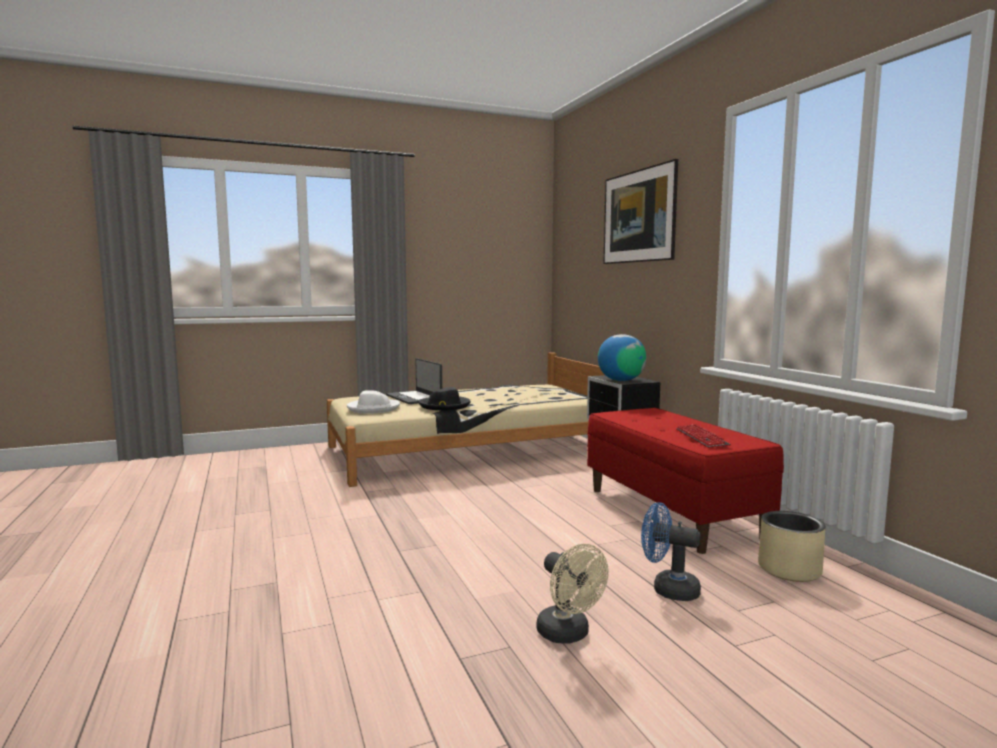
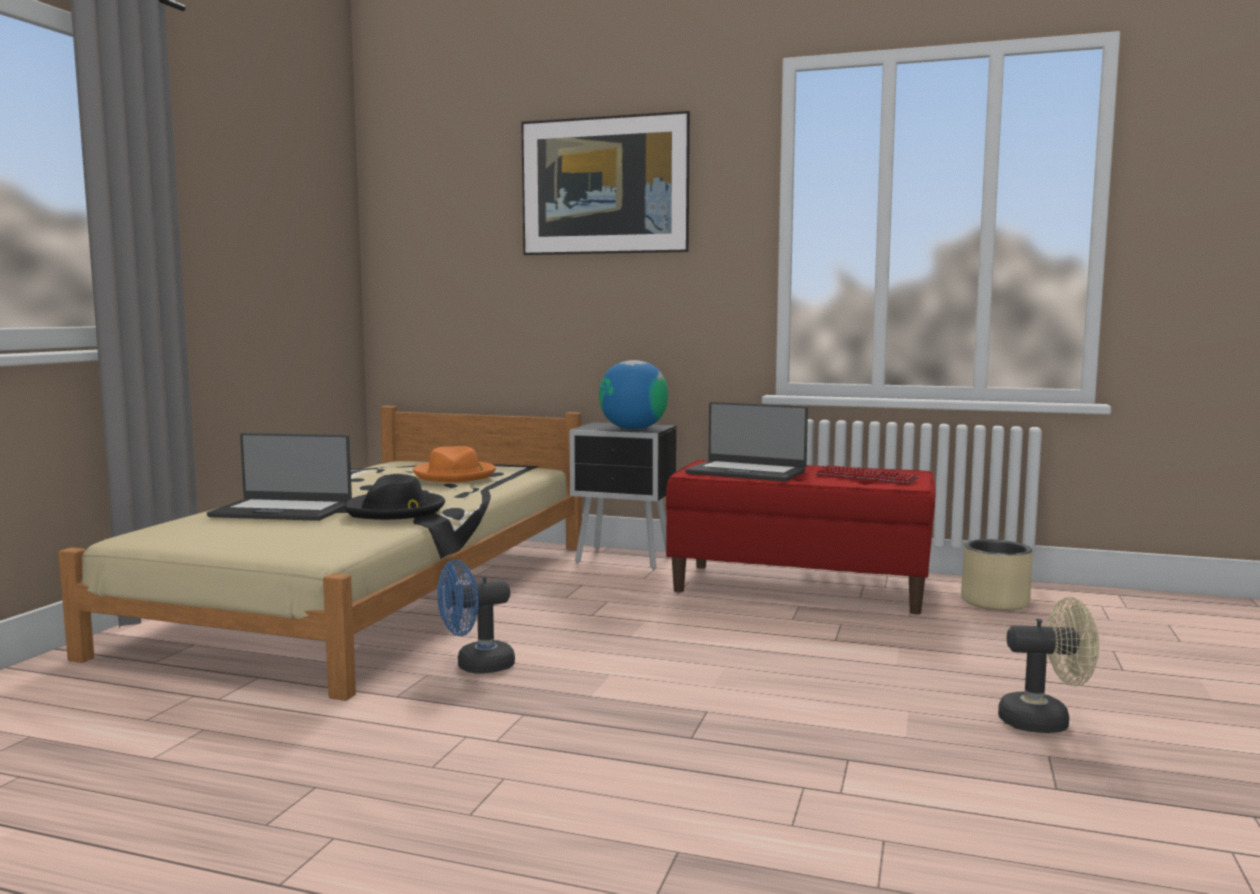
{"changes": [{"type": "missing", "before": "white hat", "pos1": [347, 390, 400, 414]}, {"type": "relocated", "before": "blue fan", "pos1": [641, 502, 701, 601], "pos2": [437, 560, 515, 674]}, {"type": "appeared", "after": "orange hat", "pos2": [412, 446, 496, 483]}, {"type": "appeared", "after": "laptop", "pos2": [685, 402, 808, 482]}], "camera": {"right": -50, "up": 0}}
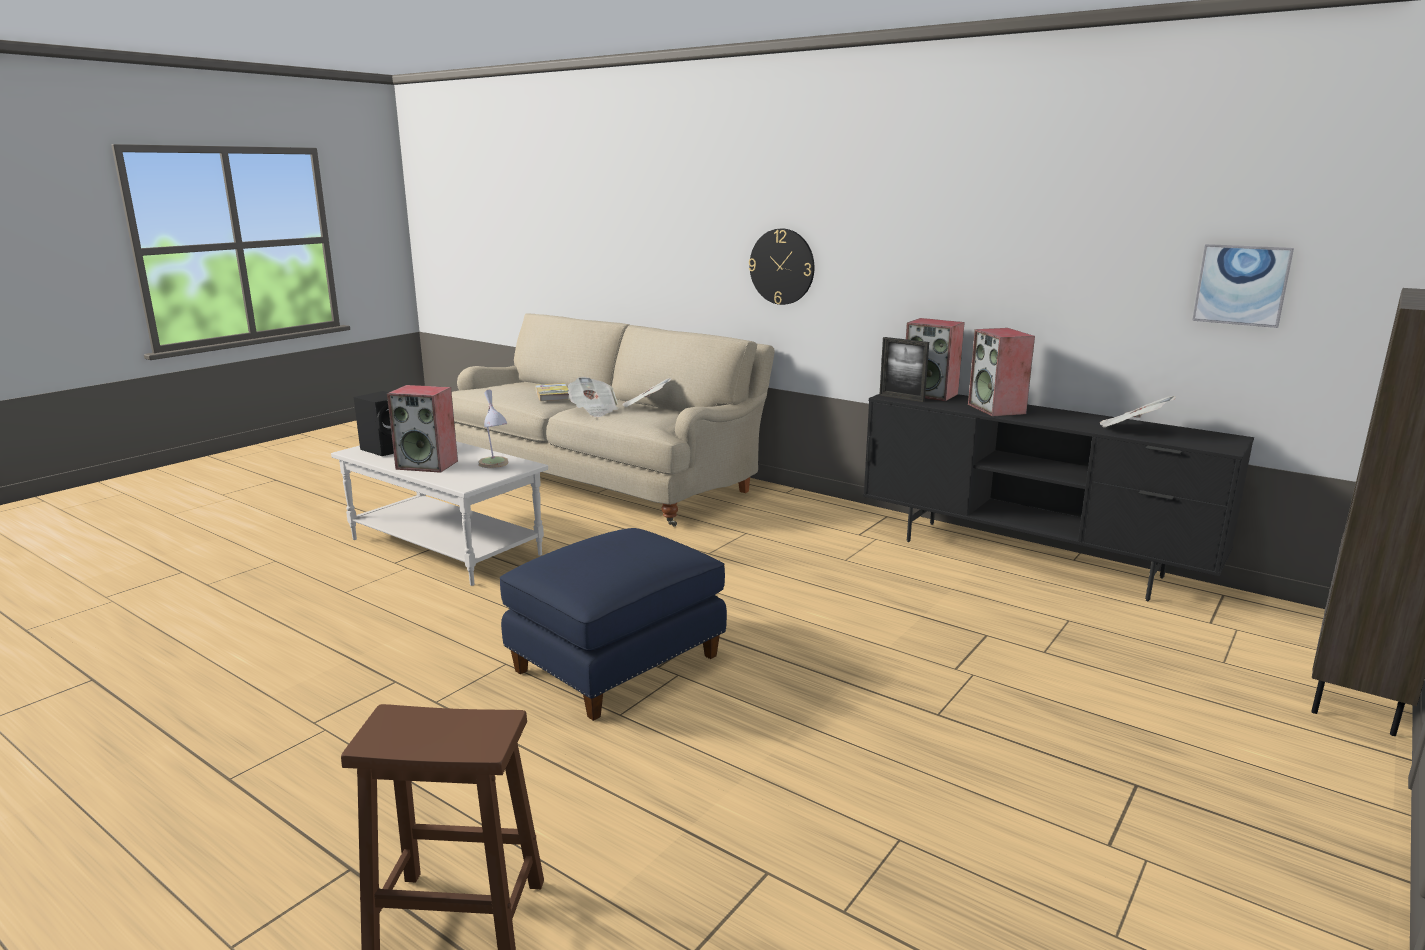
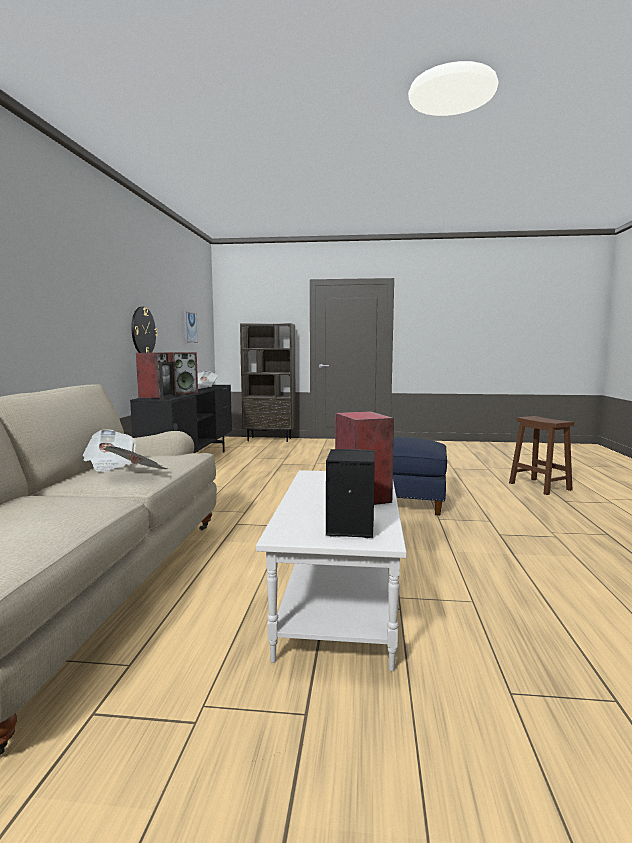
{"changes": [{"type": "missing", "before": "table lamp", "pos1": [479, 390, 508, 468]}, {"type": "missing", "before": "book", "pos1": [535, 383, 569, 401]}, {"type": "relocated", "before": "wall clock", "pos1": [749, 229, 814, 305], "pos2": [131, 307, 157, 353]}], "camera": {"right": -120, "up": -10}}
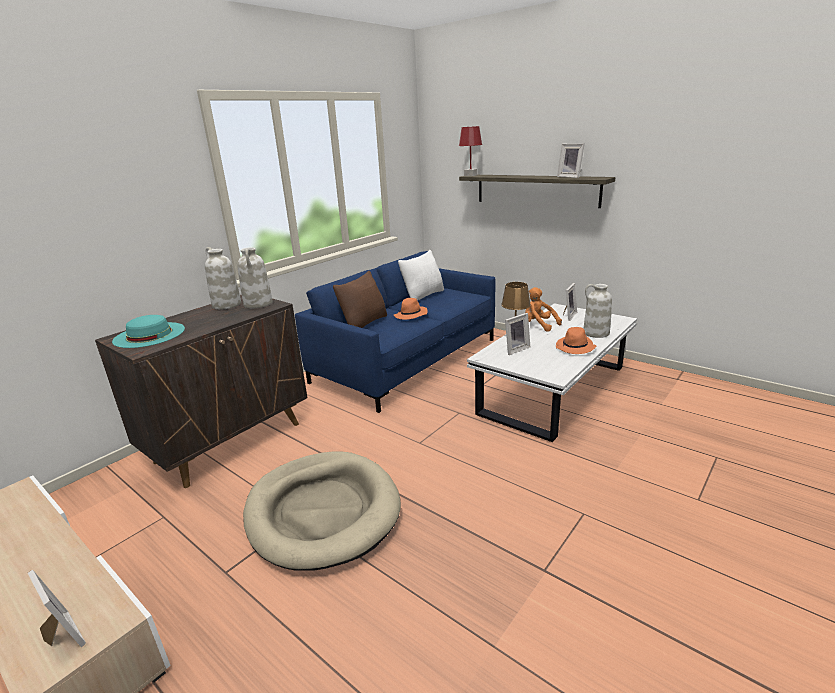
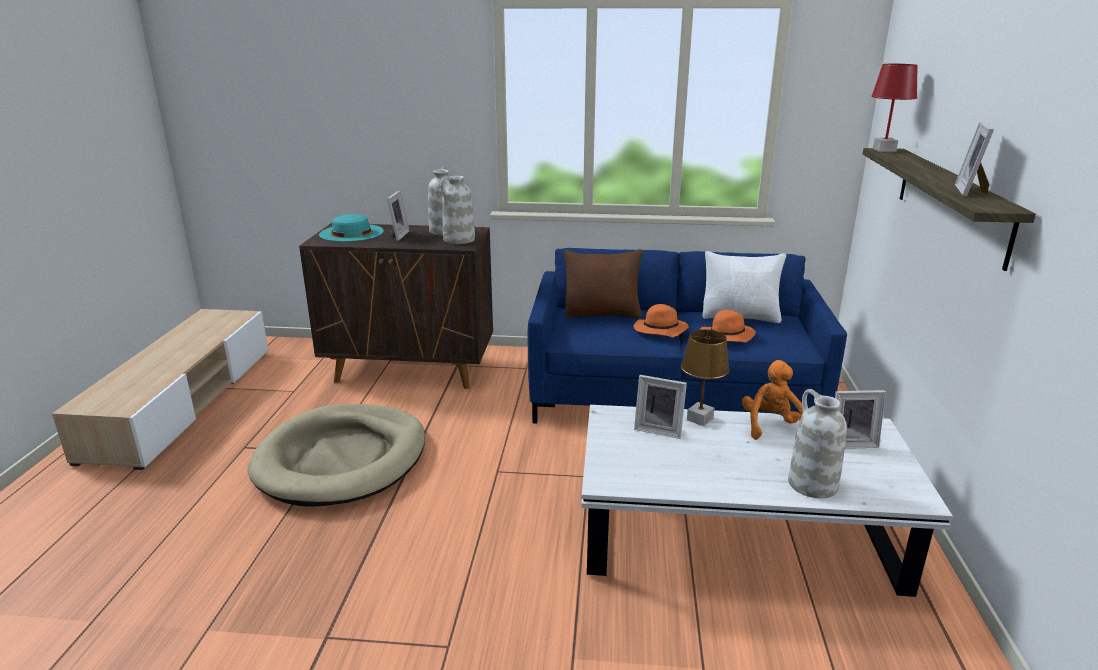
{"changes": [{"type": "relocated", "before": "picture frame", "pos1": [28, 570, 86, 647], "pos2": [387, 191, 410, 241]}, {"type": "relocated", "before": "orange hat", "pos1": [556, 327, 596, 354], "pos2": [700, 310, 756, 343]}], "camera": {"right": 55, "up": 0}}
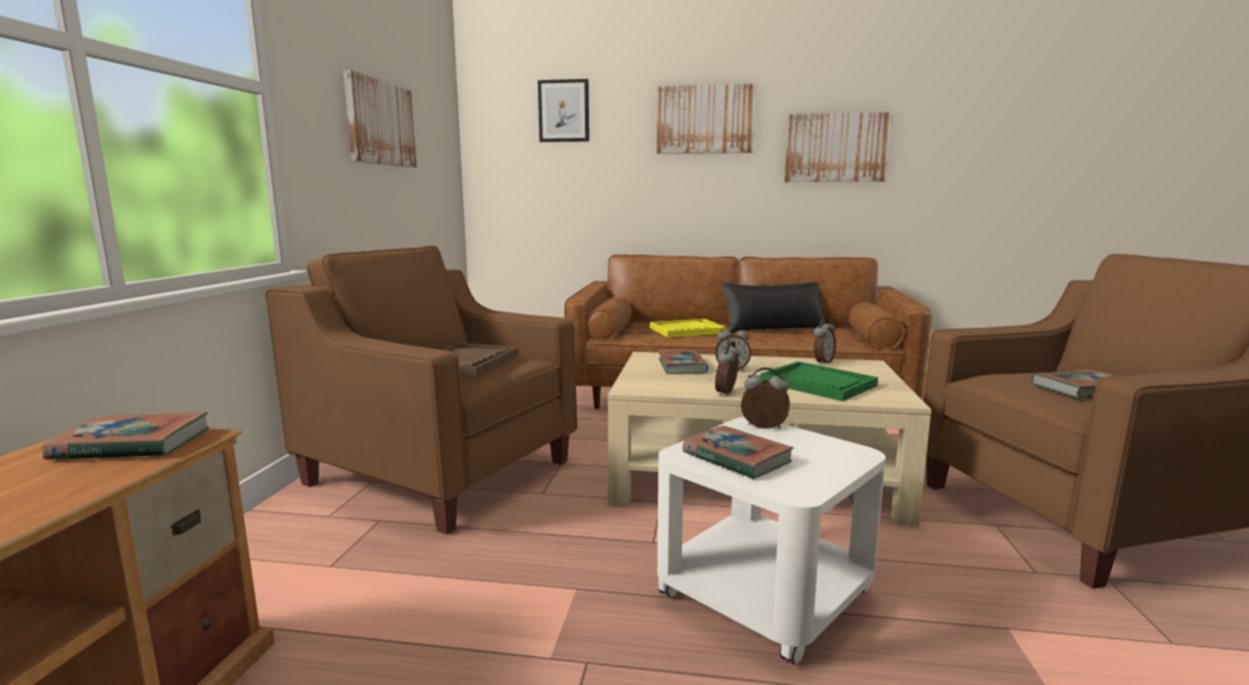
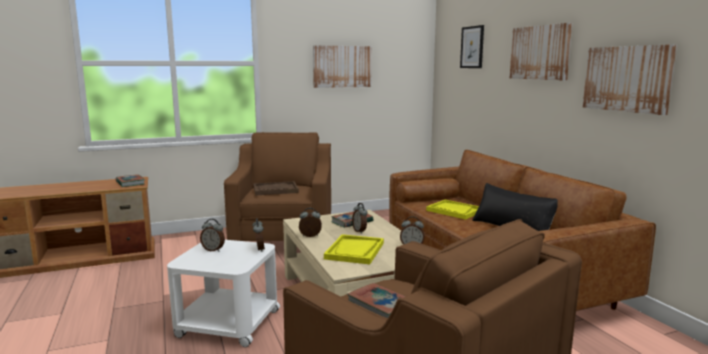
{"changes": [{"type": "exchanged", "before": "book", "after": "alarm clock", "pos1": [682, 426, 794, 479], "pos2": [200, 219, 225, 251]}, {"type": "colour", "before": "green tray", "after": "yellow tray", "pos1": [760, 361, 878, 401], "pos2": [324, 234, 384, 264]}], "camera": {"right": 60, "up": 0}}
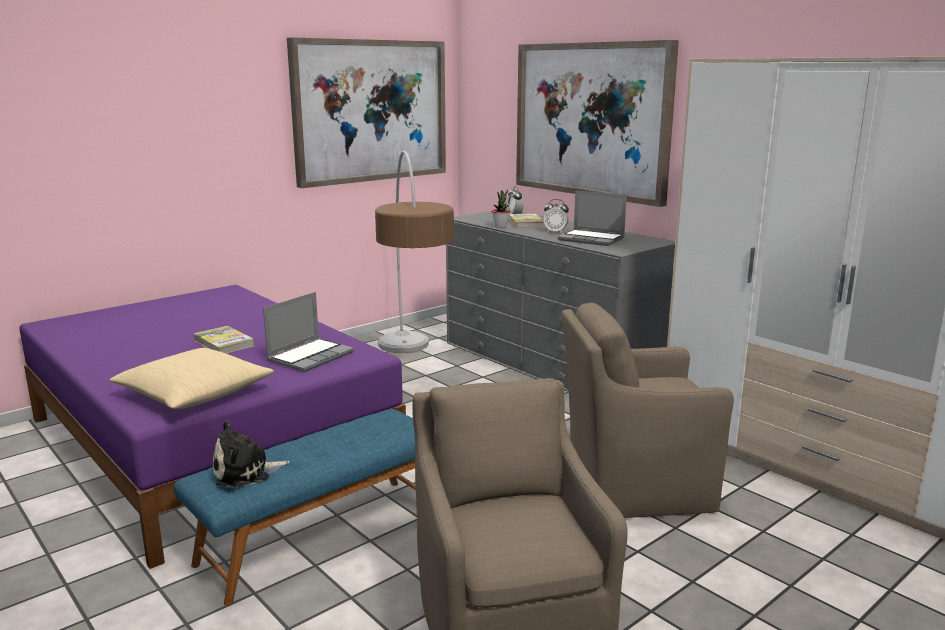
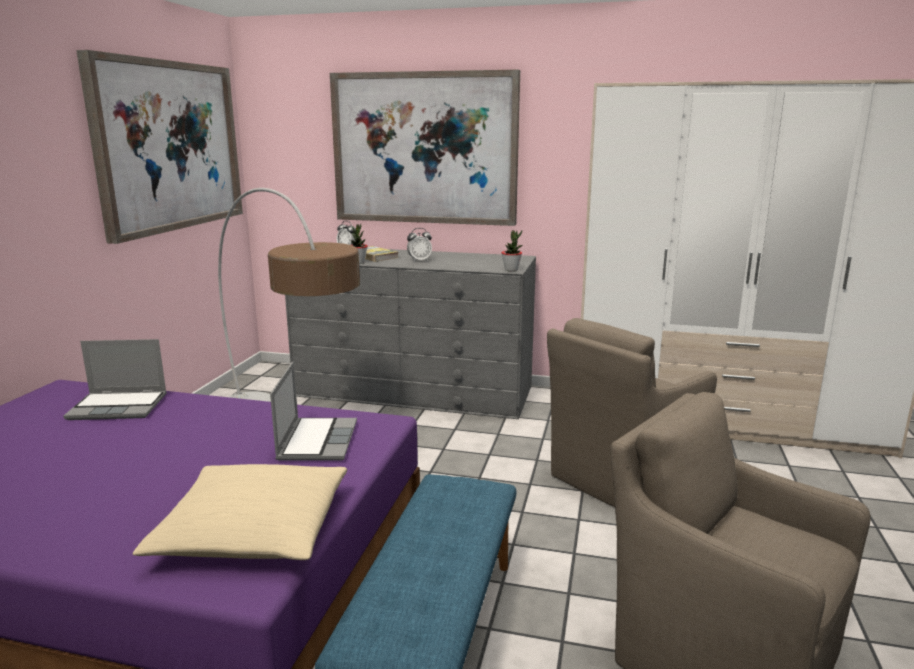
{"changes": [{"type": "missing", "before": "book", "pos1": [194, 326, 254, 353]}, {"type": "missing", "before": "plush toy", "pos1": [213, 420, 290, 488]}, {"type": "relocated", "before": "laptop", "pos1": [557, 190, 627, 246], "pos2": [64, 339, 167, 420]}, {"type": "appeared", "after": "potted plant", "pos2": [501, 231, 522, 271]}], "camera": {"right": -35, "up": 0}}
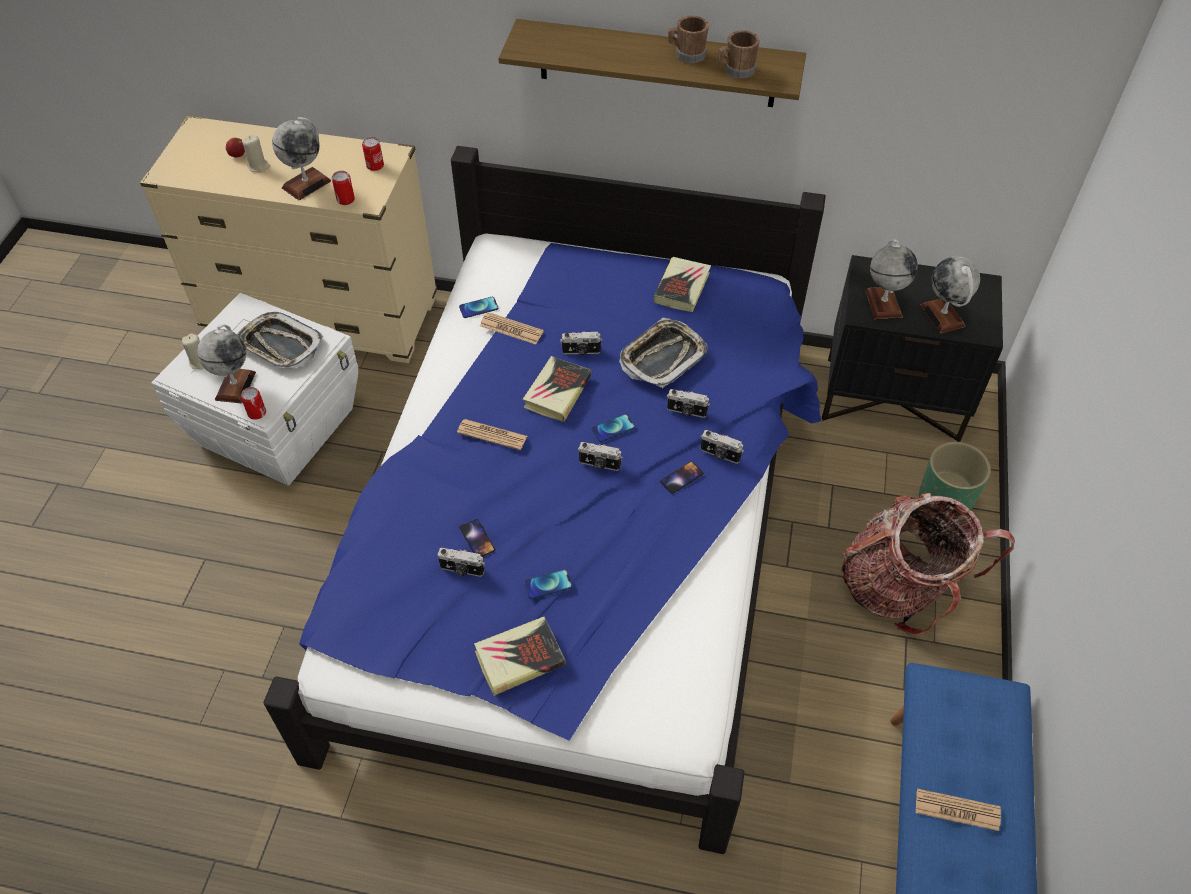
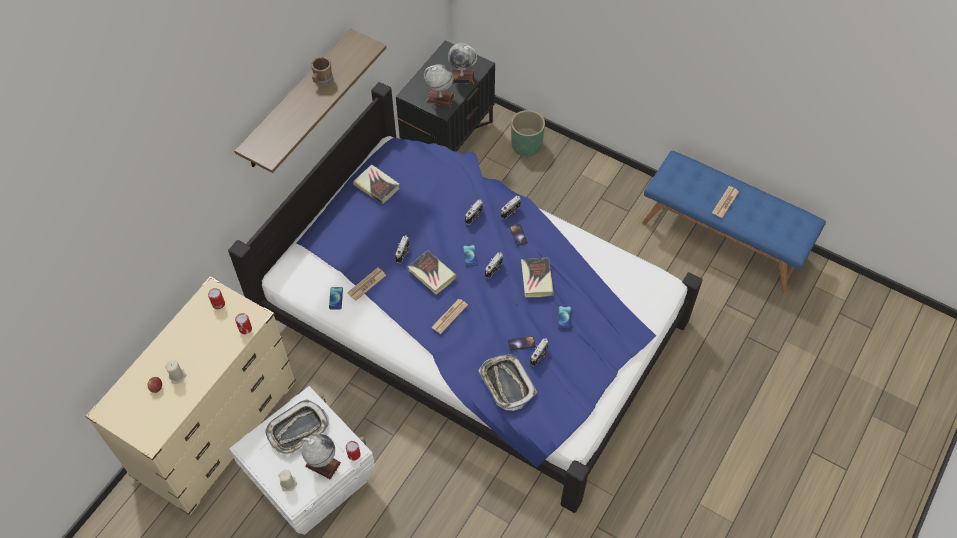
{"changes": [{"type": "missing", "before": "globe", "pos1": [272, 117, 331, 201]}, {"type": "relocated", "before": "book", "pos1": [474, 617, 566, 696], "pos2": [521, 257, 554, 297]}, {"type": "relocated", "before": "tray", "pos1": [619, 318, 707, 388], "pos2": [478, 354, 537, 411]}, {"type": "missing", "before": "brown mug", "pos1": [718, 30, 760, 79]}, {"type": "missing", "before": "backpack", "pos1": [841, 493, 1015, 635]}], "camera": {"right": -70, "up": 5}}
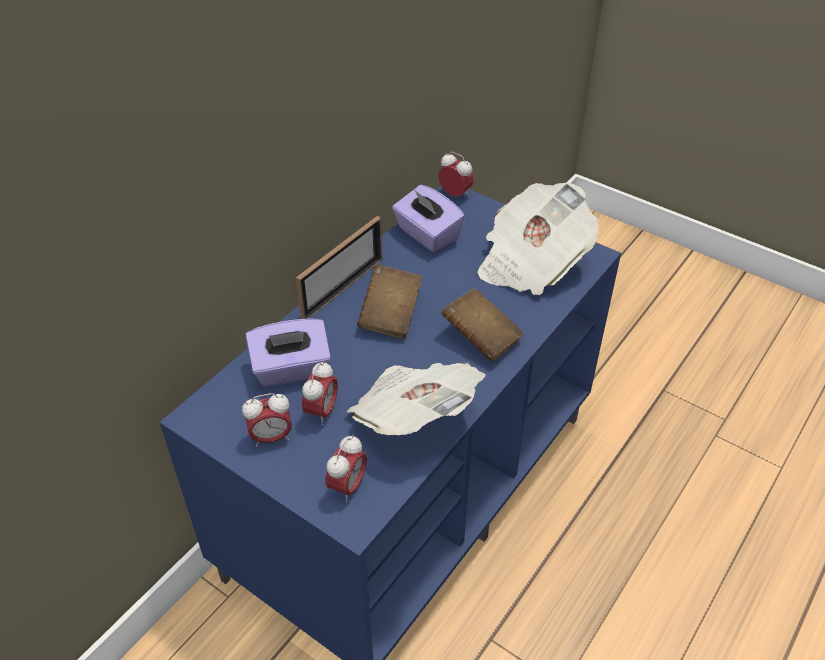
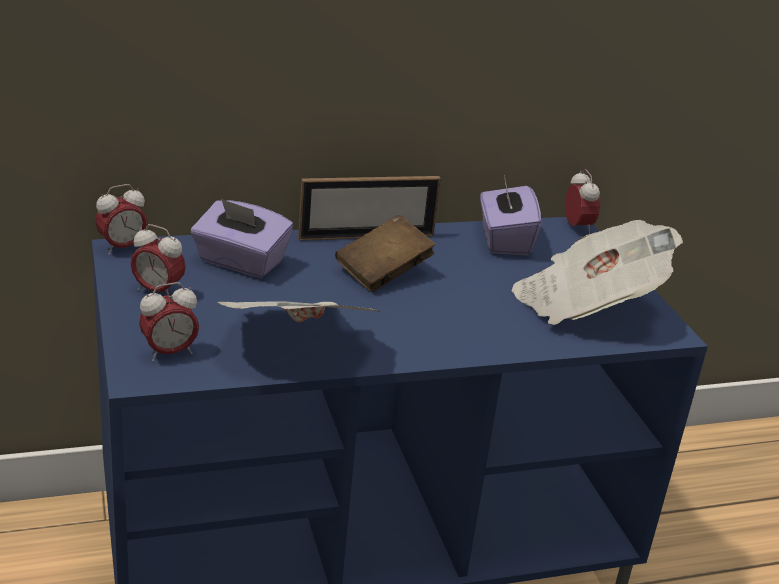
{"changes": [{"type": "relocated", "before": "alarm clock", "pos1": [302, 361, 338, 425], "pos2": [95, 184, 148, 255]}, {"type": "missing", "before": "brown book", "pos1": [441, 288, 524, 362]}], "camera": {"right": 35, "up": -15}}
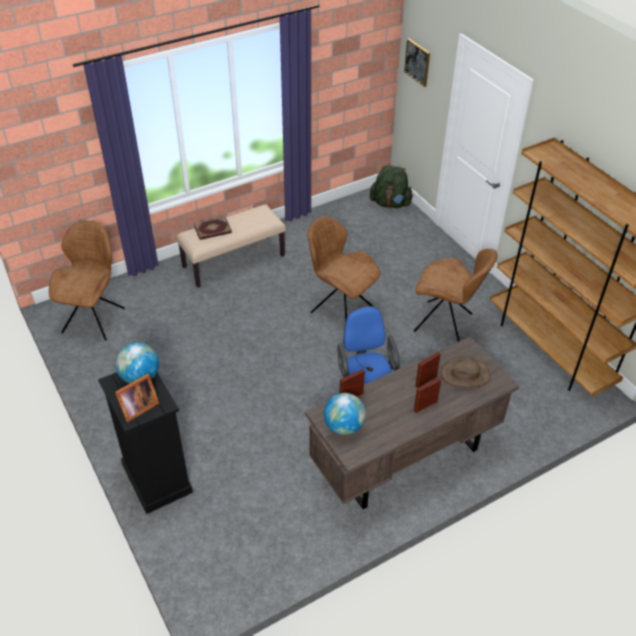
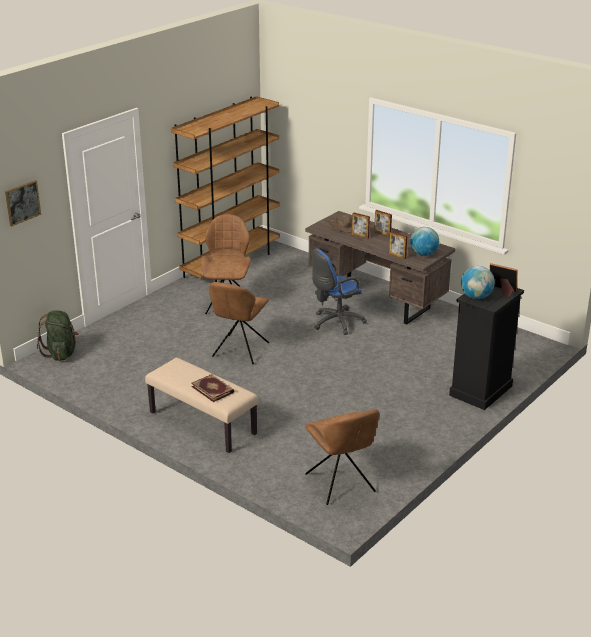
{"changes": [{"type": "spun", "before": "brown chair", "pos1": [49, 220, 125, 341], "pos2": [305, 409, 379, 505], "turn": -105}], "camera": {"right": -110, "up": -15}}
